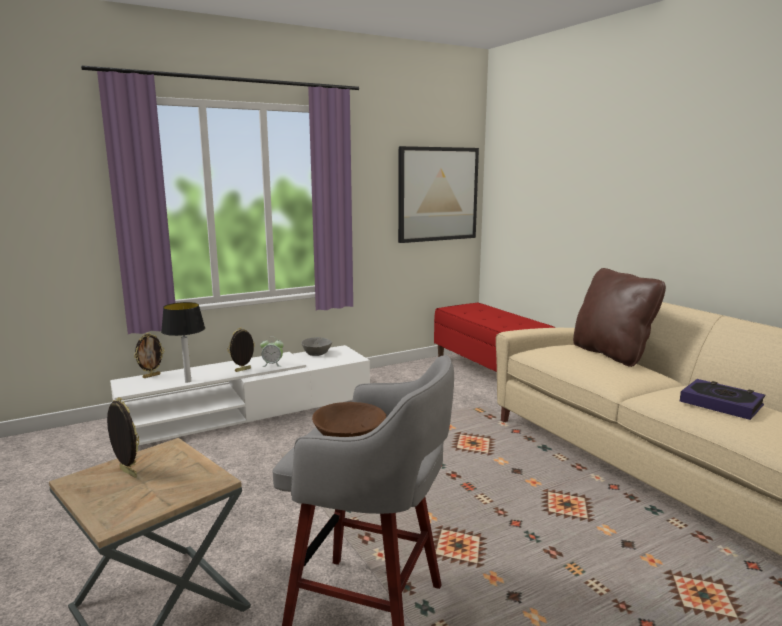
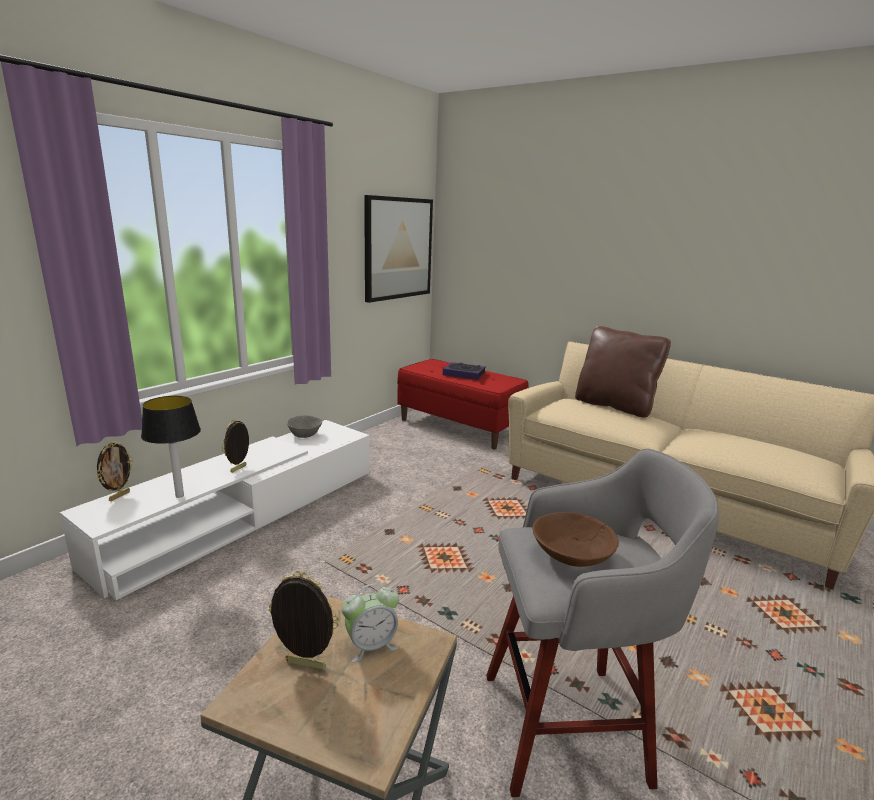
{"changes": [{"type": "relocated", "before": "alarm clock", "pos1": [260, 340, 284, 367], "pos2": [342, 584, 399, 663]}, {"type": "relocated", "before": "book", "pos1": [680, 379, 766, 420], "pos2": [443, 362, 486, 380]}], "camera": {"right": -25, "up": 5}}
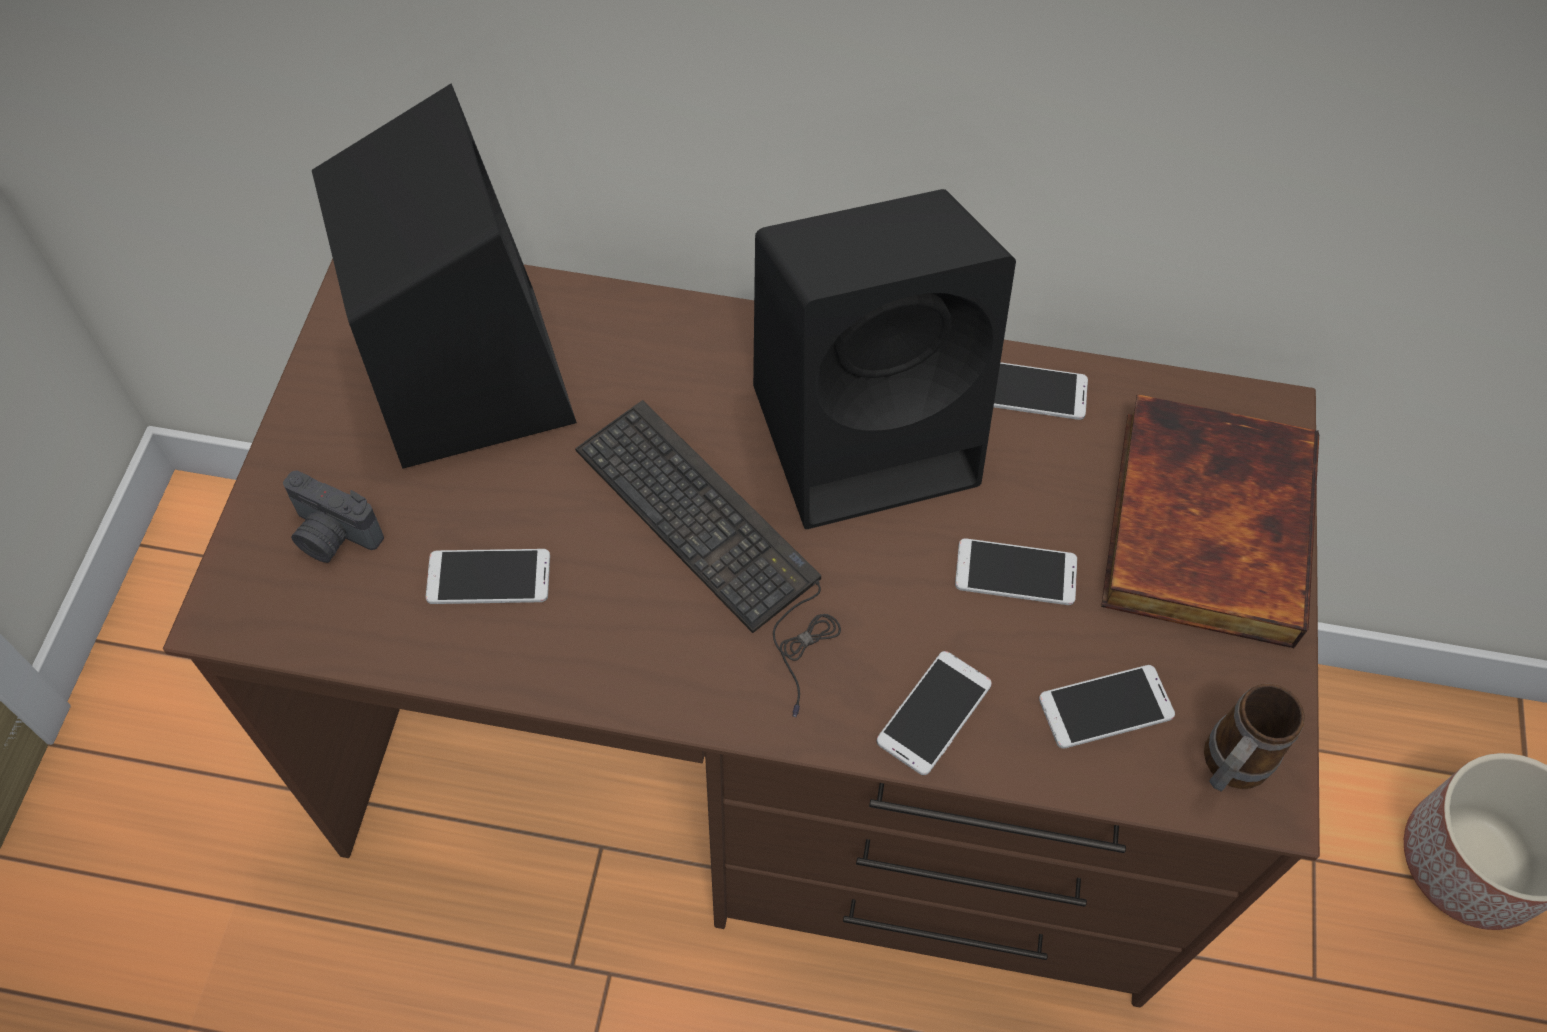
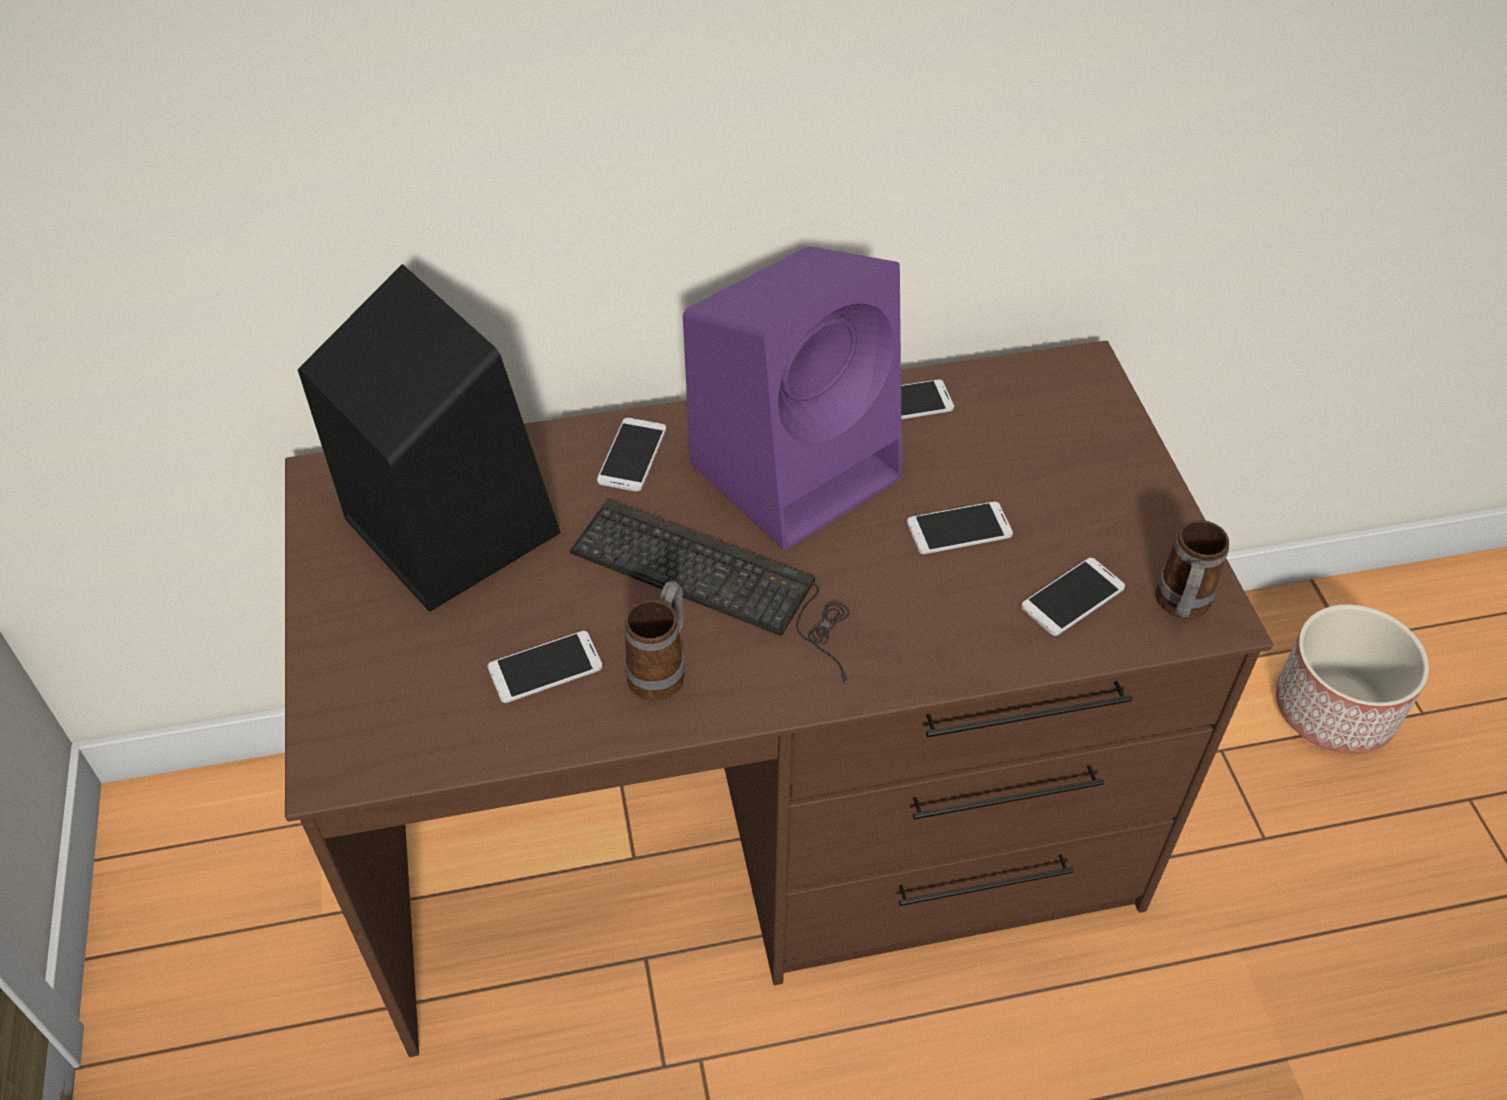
{"changes": [{"type": "missing", "before": "photo camera", "pos1": [283, 471, 384, 563]}, {"type": "colour", "before": "black speaker", "after": "purple speaker", "pos1": [753, 189, 1016, 529], "pos2": [683, 246, 902, 550]}, {"type": "relocated", "before": "phone", "pos1": [877, 651, 992, 775], "pos2": [597, 418, 666, 492]}, {"type": "missing", "before": "book", "pos1": [1101, 394, 1319, 648]}, {"type": "appeared", "after": "mug", "pos2": [624, 581, 684, 700]}], "camera": {"right": -20, "up": -10}}
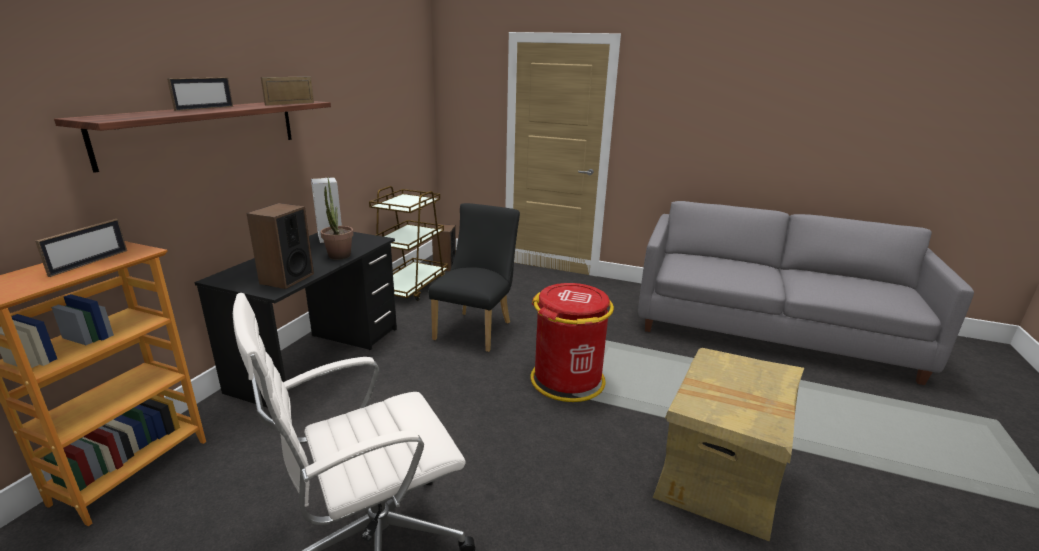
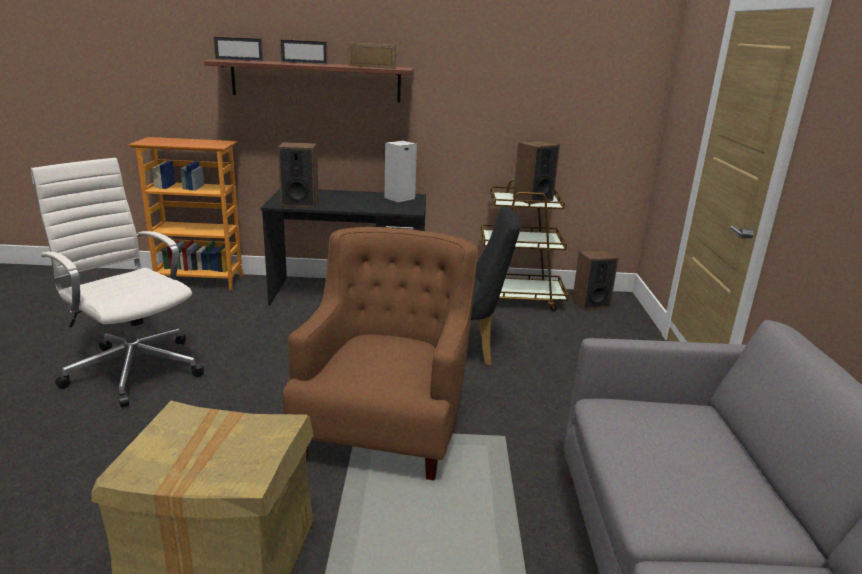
{"changes": [{"type": "relocated", "before": "picture frame", "pos1": [35, 219, 127, 277], "pos2": [213, 36, 263, 61]}, {"type": "missing", "before": "potted plant", "pos1": [321, 177, 354, 260]}, {"type": "exchanged", "before": "red trash can", "after": "brown armchair", "pos1": [530, 283, 614, 402], "pos2": [283, 227, 478, 481]}, {"type": "appeared", "after": "speaker", "pos2": [513, 141, 560, 204]}], "camera": {"right": 70, "up": 0}}
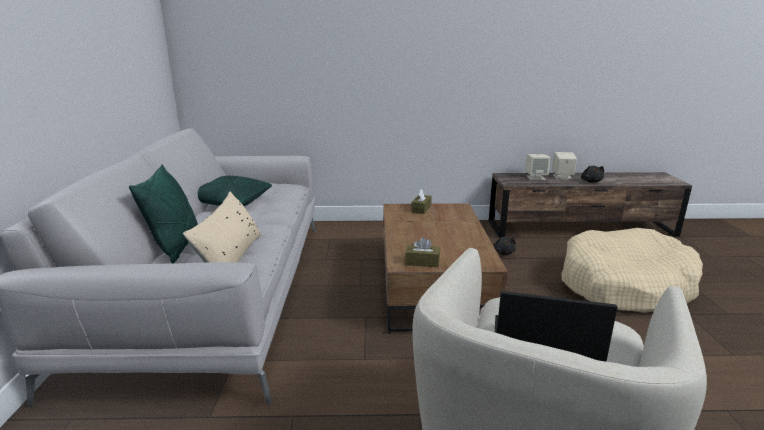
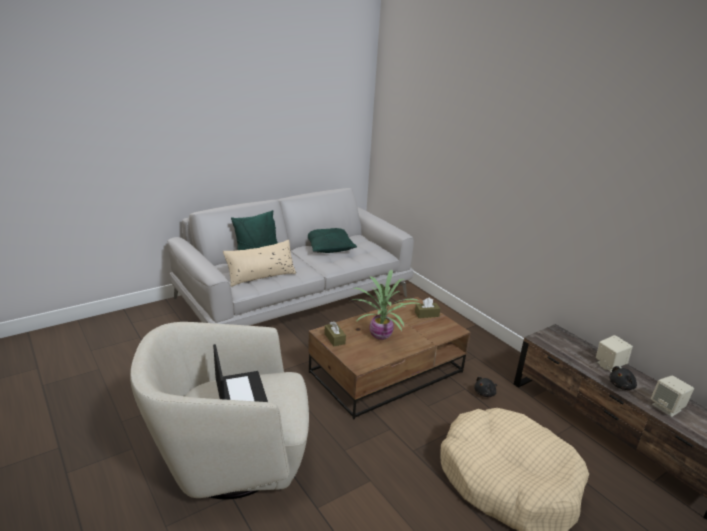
{"changes": [{"type": "relocated", "before": "beige speaker", "pos1": [526, 154, 550, 180], "pos2": [651, 376, 694, 417]}, {"type": "appeared", "after": "potted plant", "pos2": [350, 270, 422, 340]}], "camera": {"right": 55, "up": 5}}
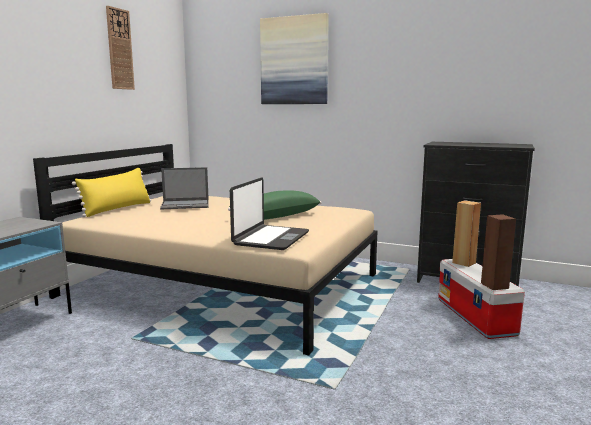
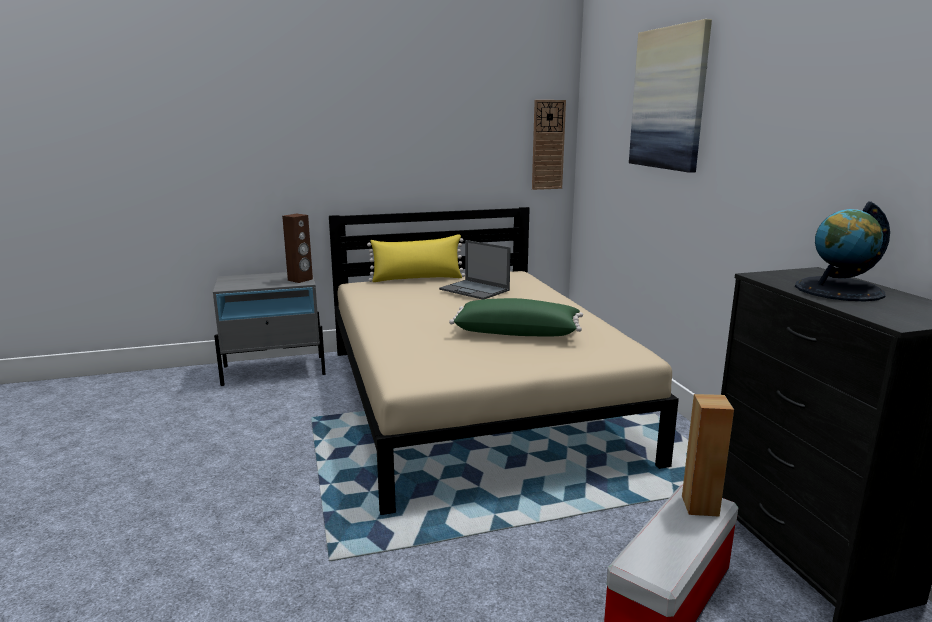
{"changes": [{"type": "relocated", "before": "wall clock", "pos1": [106, 6, 135, 90], "pos2": [532, 100, 566, 190]}, {"type": "missing", "before": "laptop", "pos1": [230, 177, 309, 250]}, {"type": "relocated", "before": "brown speaker", "pos1": [481, 214, 516, 290], "pos2": [282, 214, 313, 283]}, {"type": "appeared", "after": "globe", "pos2": [795, 201, 890, 302]}], "camera": {"right": 50, "up": 5}}
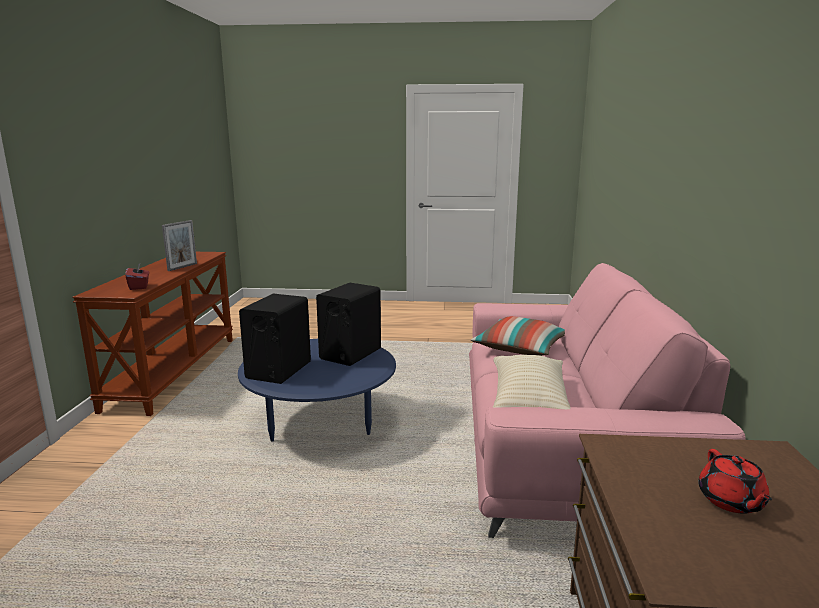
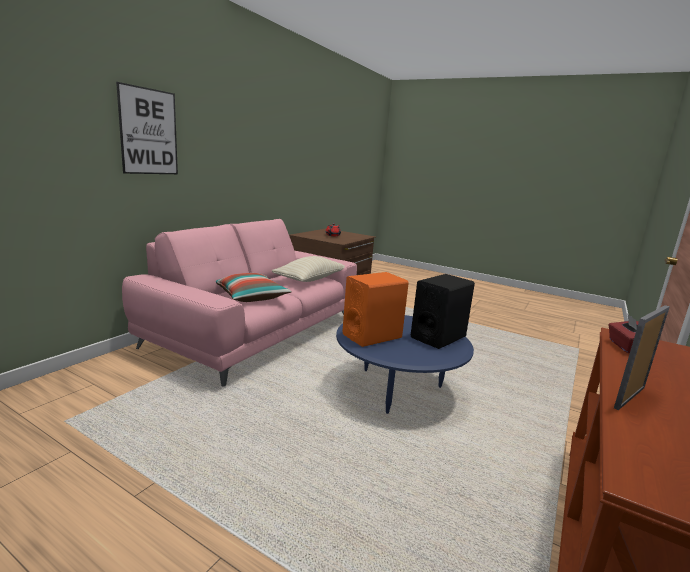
{"changes": [{"type": "colour", "before": "black speaker", "after": "orange speaker", "pos1": [316, 283, 381, 366], "pos2": [342, 272, 409, 347]}, {"type": "appeared", "after": "picture", "pos2": [116, 82, 178, 174]}], "camera": {"right": -155, "up": 0}}
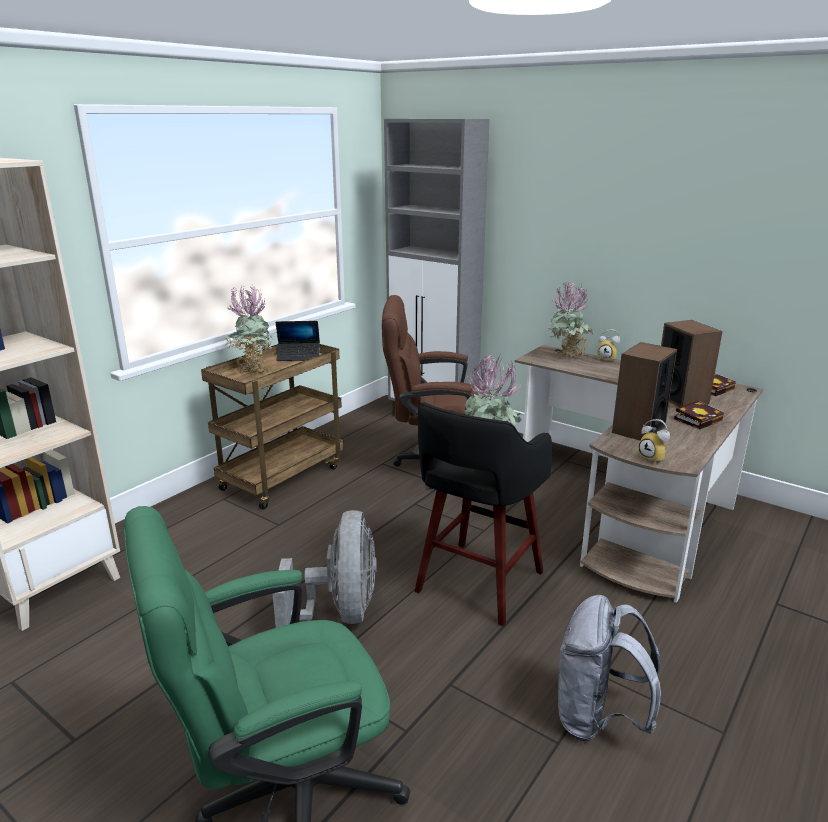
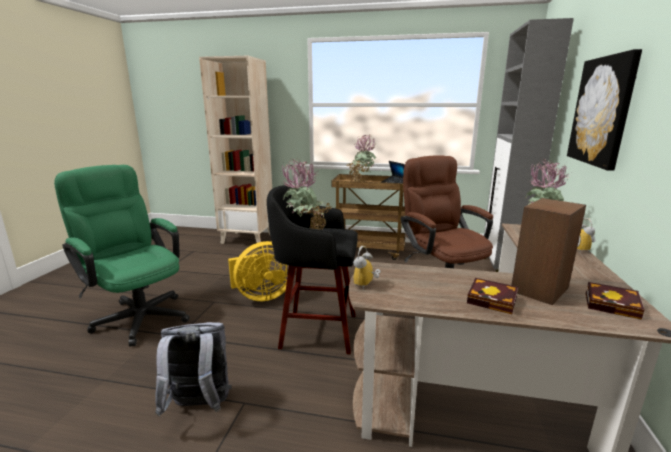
{"changes": [{"type": "colour", "before": "grey fan", "after": "yellow fan", "pos1": [273, 510, 377, 628], "pos2": [228, 241, 288, 301]}, {"type": "missing", "before": "speaker", "pos1": [612, 342, 677, 440]}, {"type": "appeared", "after": "picture", "pos2": [567, 49, 642, 171]}], "camera": {"right": 65, "up": -5}}
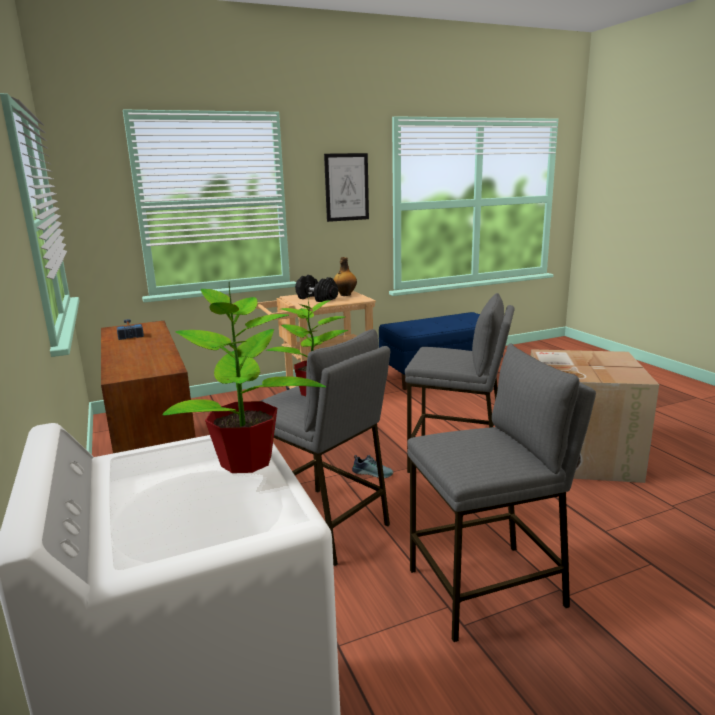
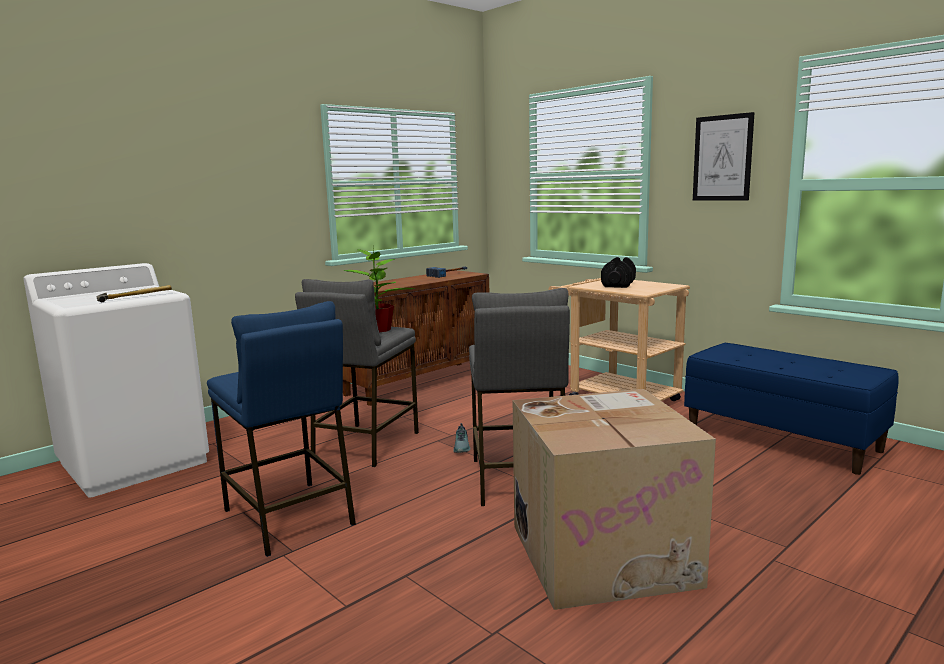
{"changes": [{"type": "exchanged", "before": "potted plant", "after": "hammer", "pos1": [162, 284, 326, 473], "pos2": [96, 285, 172, 302]}, {"type": "missing", "before": "bottle", "pos1": [334, 257, 357, 296]}, {"type": "colour", "before": "grey stool", "after": "blue stool", "pos1": [407, 343, 596, 642], "pos2": [207, 301, 356, 557]}], "camera": {"right": 70, "up": -5}}
